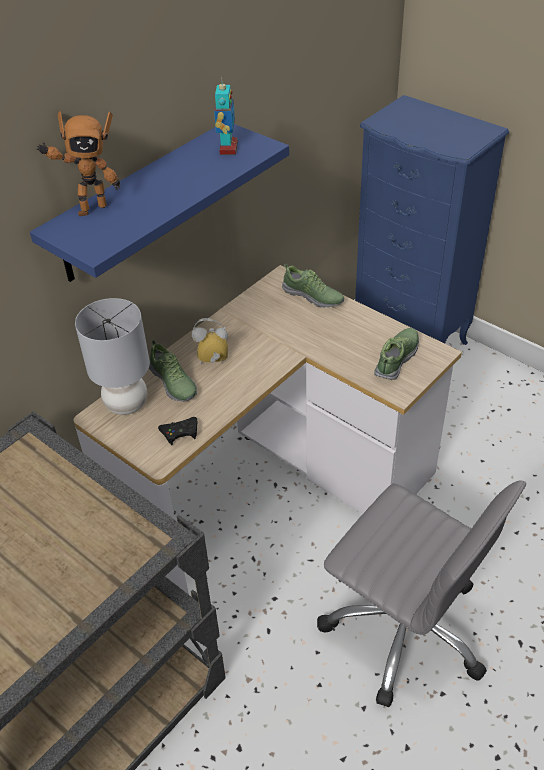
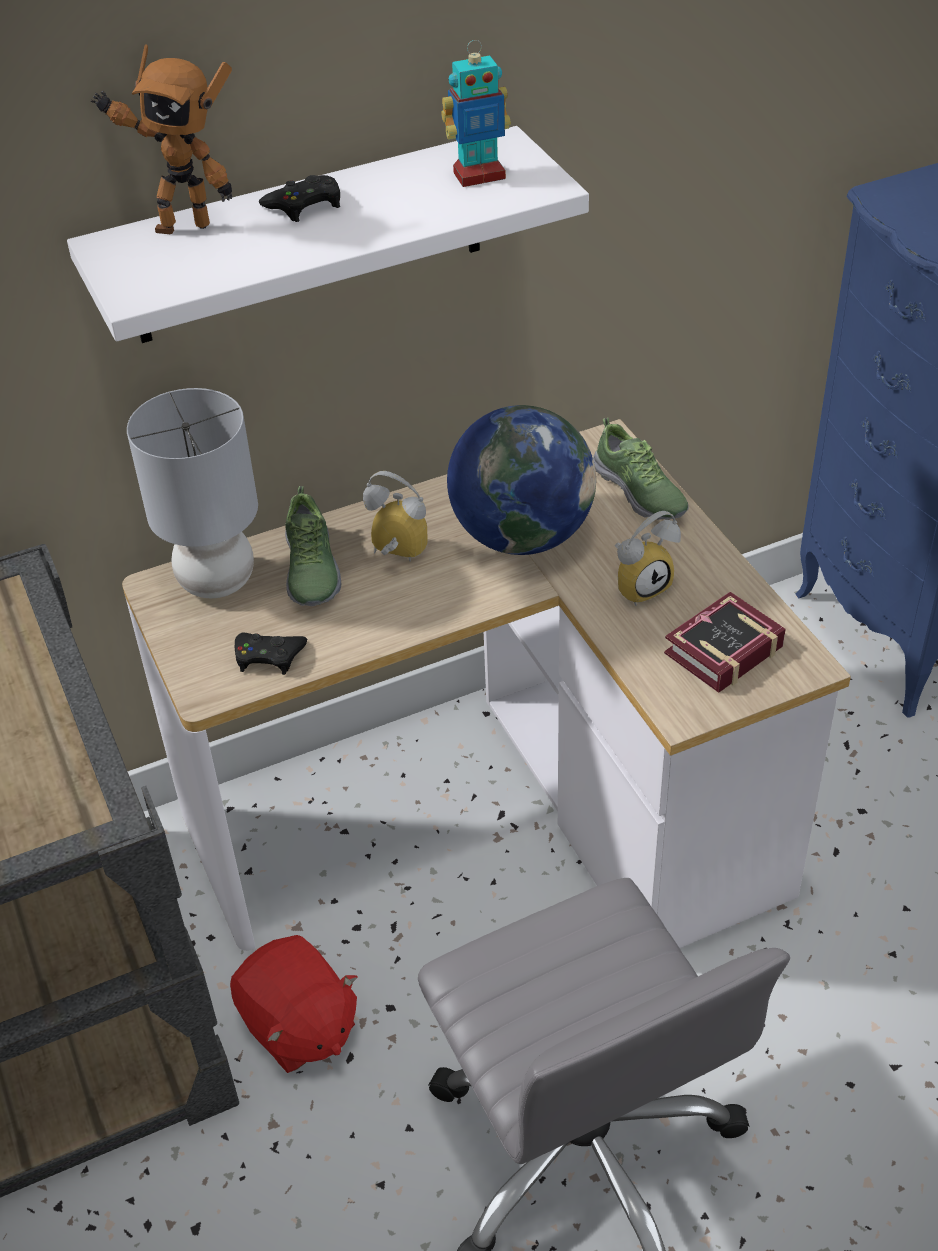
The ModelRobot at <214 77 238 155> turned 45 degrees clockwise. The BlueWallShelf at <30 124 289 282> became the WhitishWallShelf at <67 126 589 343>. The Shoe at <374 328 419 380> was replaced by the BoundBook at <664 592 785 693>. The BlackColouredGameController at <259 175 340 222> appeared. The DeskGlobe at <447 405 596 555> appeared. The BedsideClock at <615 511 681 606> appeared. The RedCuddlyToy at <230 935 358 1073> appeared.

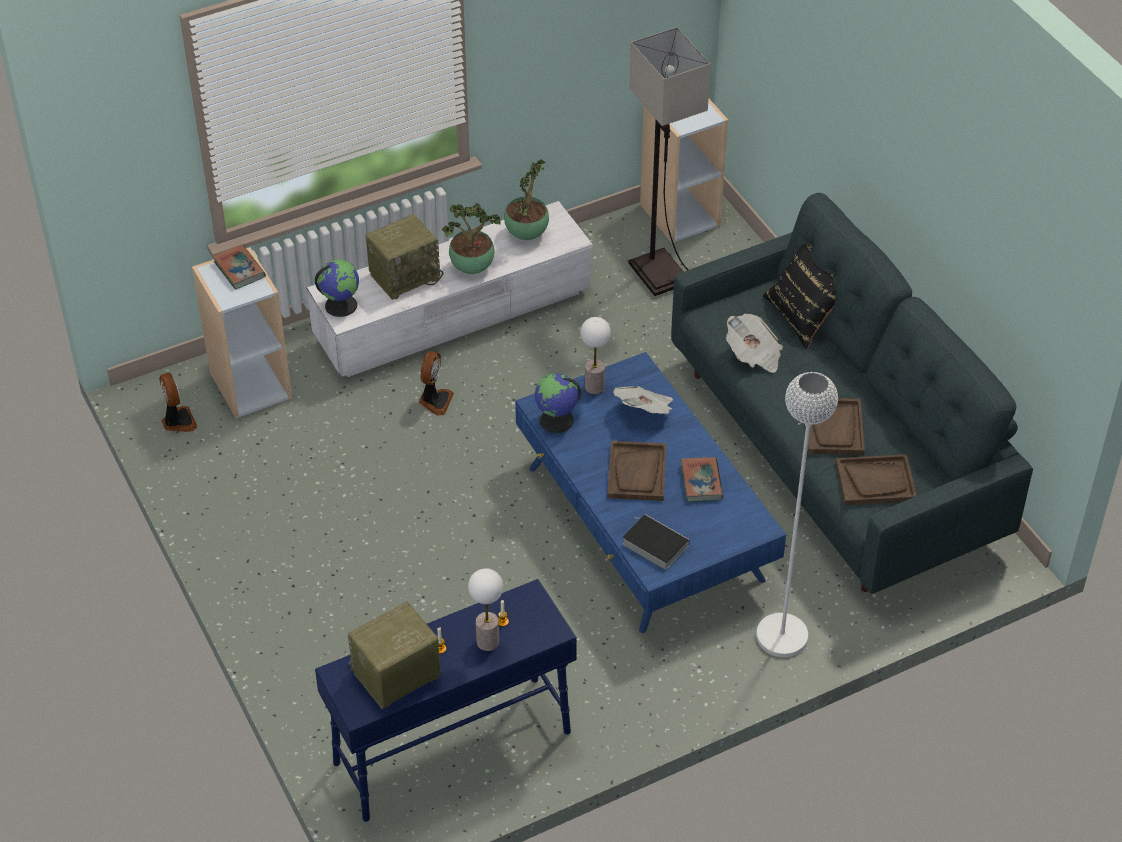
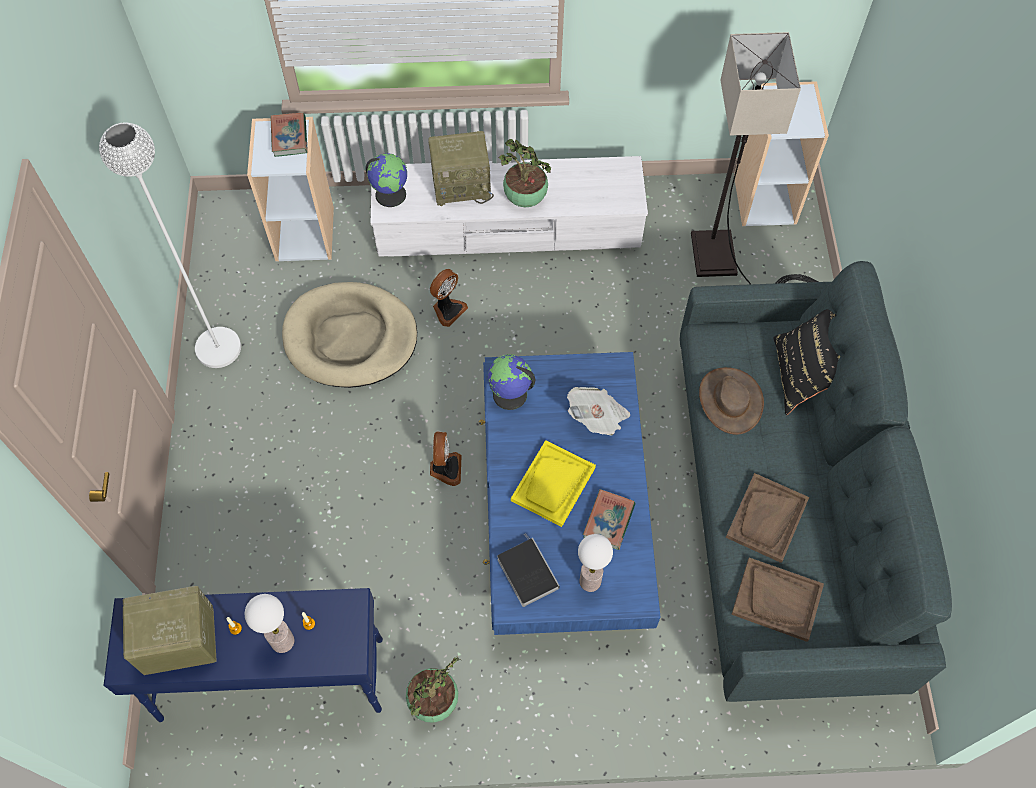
The PlantInAPot moved from <504 159 549 240> to <406 657 460 723>. The DailyPaper at <726 314 783 373> was replaced by the BrownishClothingHat at <699 367 764 435>. The LampForATable moved from <580 317 611 394> to <578 534 613 592>. The WhitishStandingLamp moved from <756 372 838 657> to <99 122 241 368>. The CoolingFan moved from <159 373 197 432> to <430 432 462 486>. The BrownishCarryingTray at <607 441 666 501> became the YellowColouredCarryingTray at <511 440 596 527>. The BeigeColouredPetBed at <282 282 417 388> appeared.

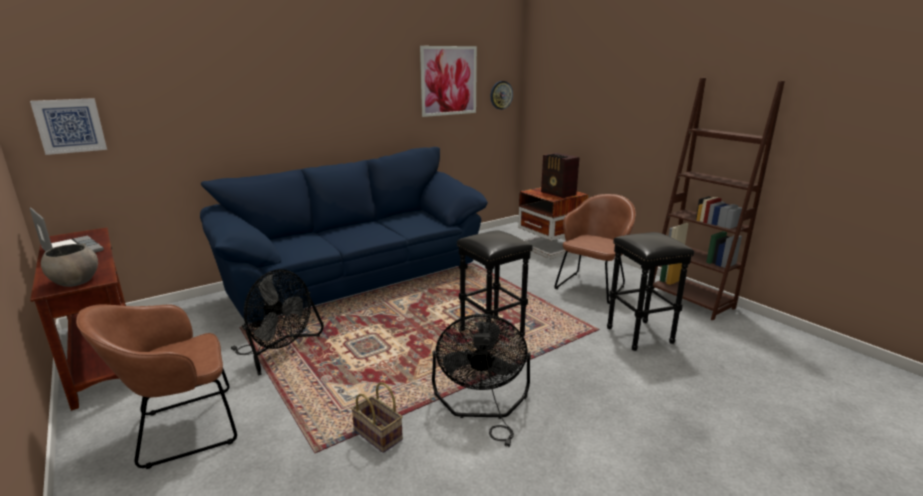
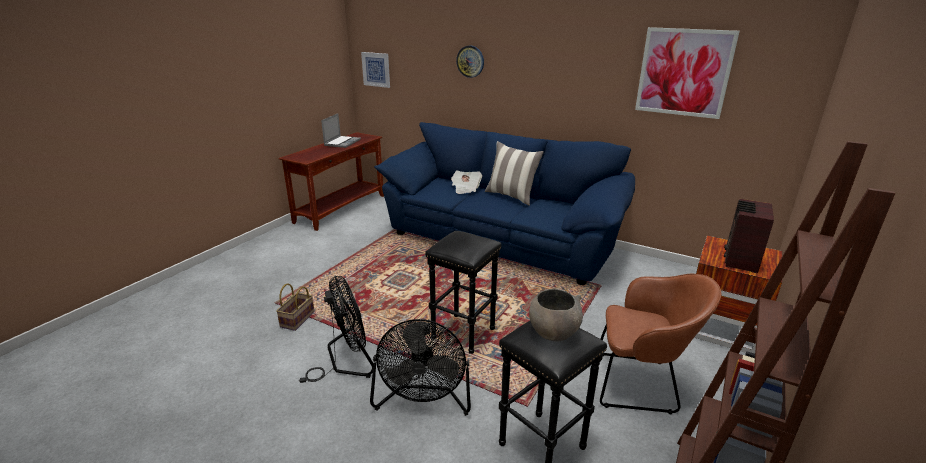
The HangingClock moved from <491 81 513 110> to <456 45 484 78>. The GrayServingBowl moved from <41 243 98 287> to <529 288 583 341>. The BlackColouredCoolingFan moved from <231 269 324 376> to <370 319 471 416>. The BrownishArmchair at <76 304 237 469> disappeared. The Pillow at <485 141 544 206> appeared. The DailyPaper at <451 170 482 194> appeared.

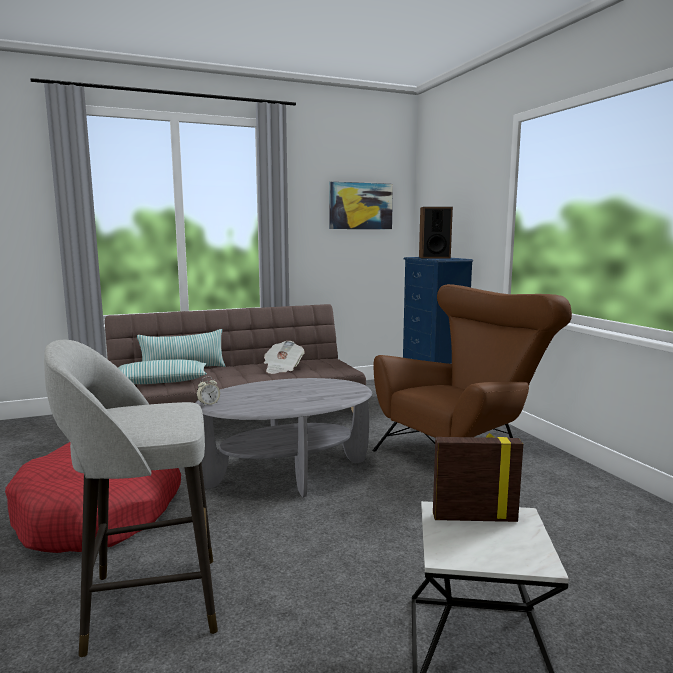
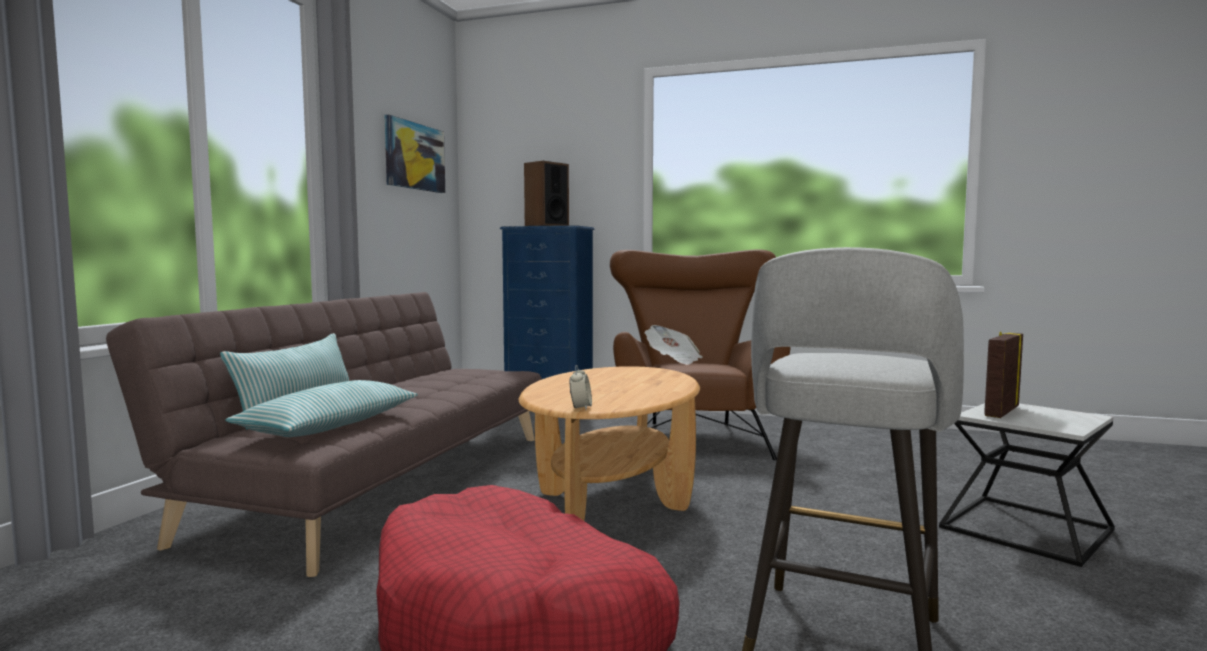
The DailyPaper moved from <264 341 305 374> to <645 325 702 365>. The GrayLowTable at <196 378 372 497> became the BrownishLowTable at <519 366 700 521>.

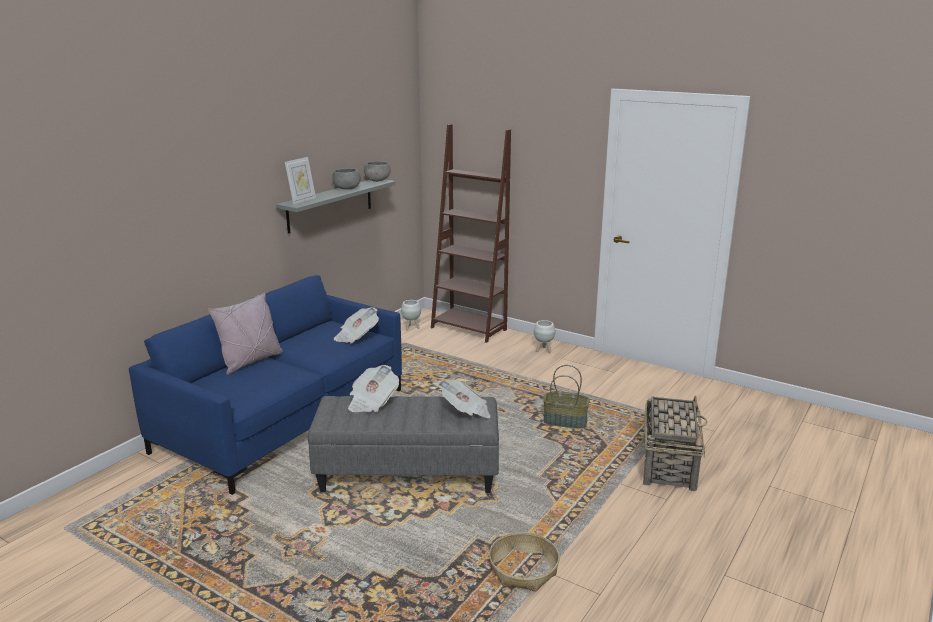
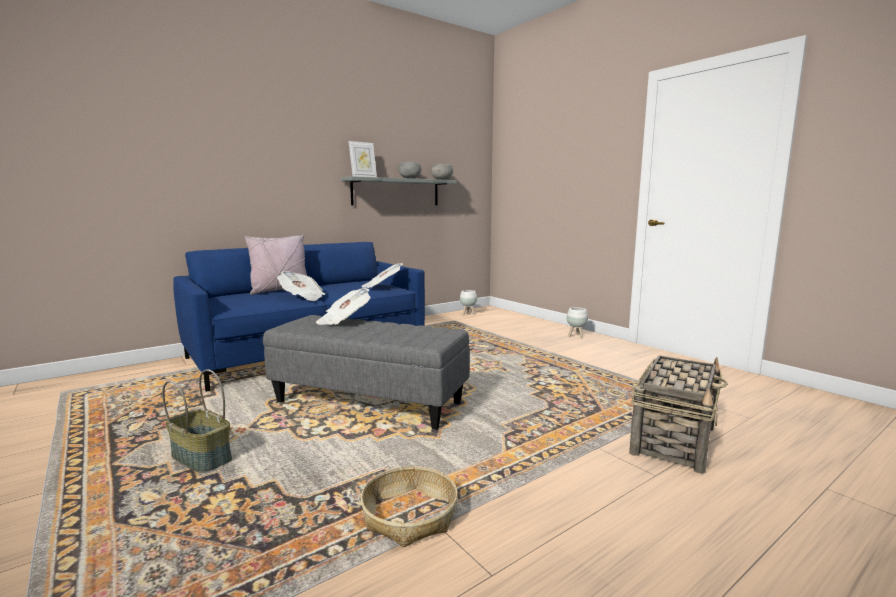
The BrownishBookshelf at <431 124 511 343> disappeared. The Basket moved from <543 365 590 429> to <162 369 232 473>. The DailyPaper moved from <438 379 491 418> to <277 271 325 301>.

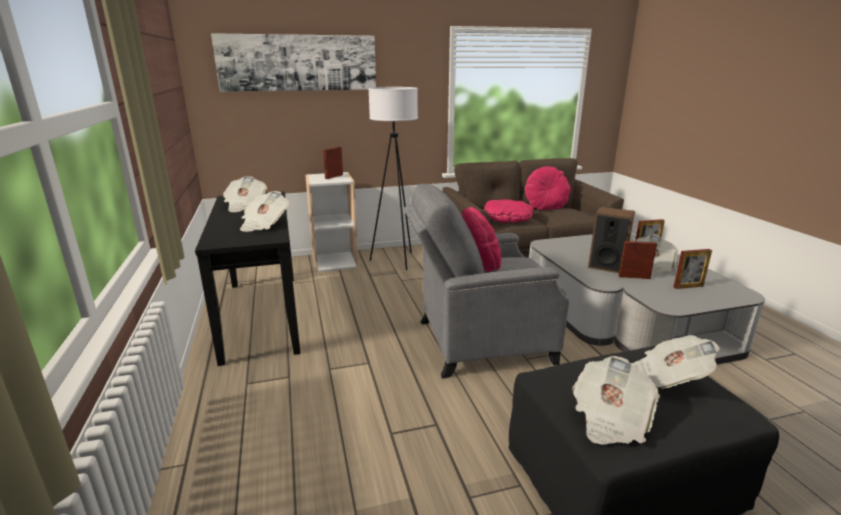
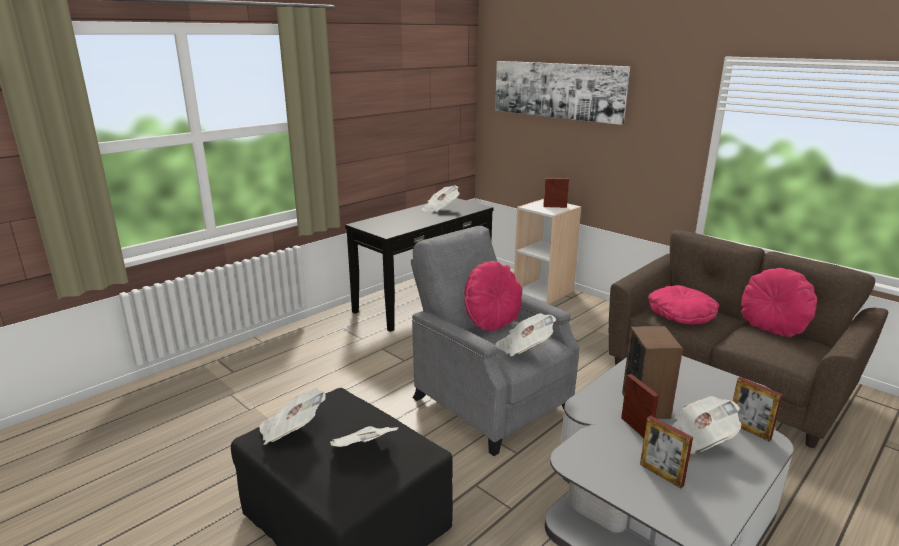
The WhitishStandingLamp at <368 87 418 270> disappeared. The DailyPaper moved from <240 191 289 232> to <495 313 556 356>.

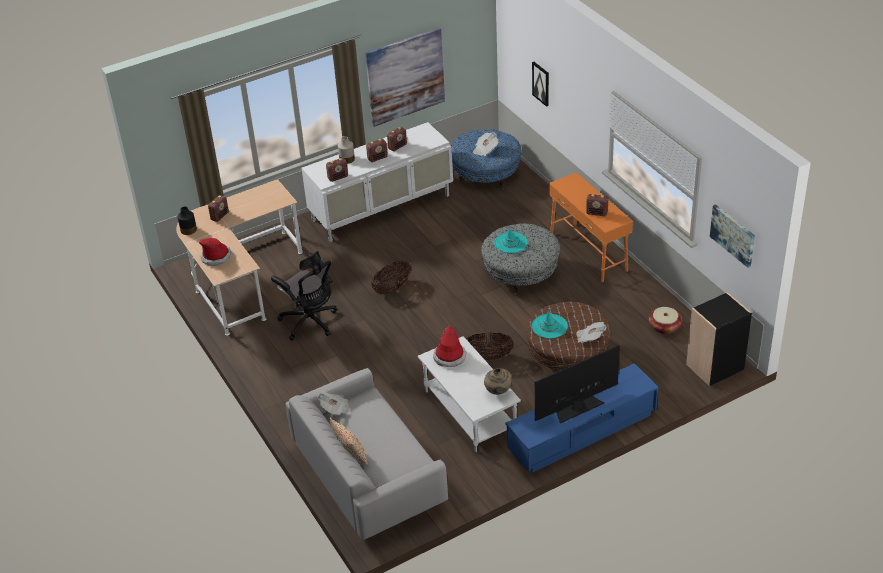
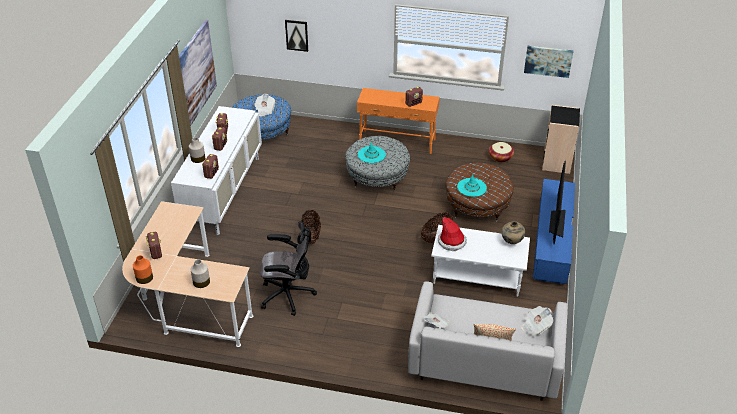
The BlackColouredDecorativeVase at <177 206 197 235> became the OrangeColouredDecorativeVase at <133 255 153 284>. The ClothingHat at <199 238 231 266> was replaced by the BeigeColouredDecorativeVase at <190 259 210 288>. The DailyPaper moved from <576 322 606 343> to <521 306 553 336>.

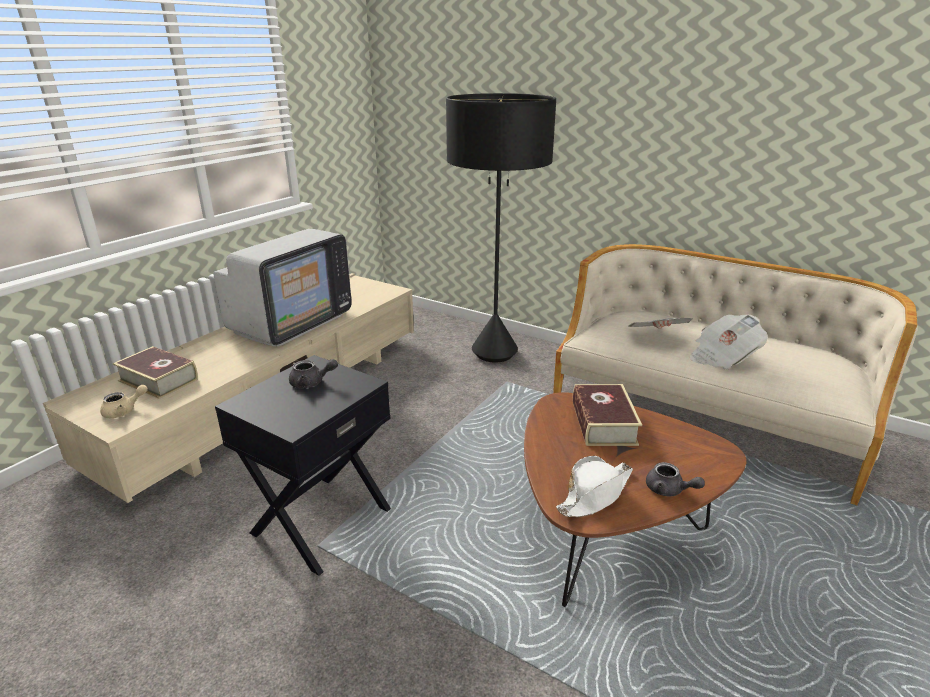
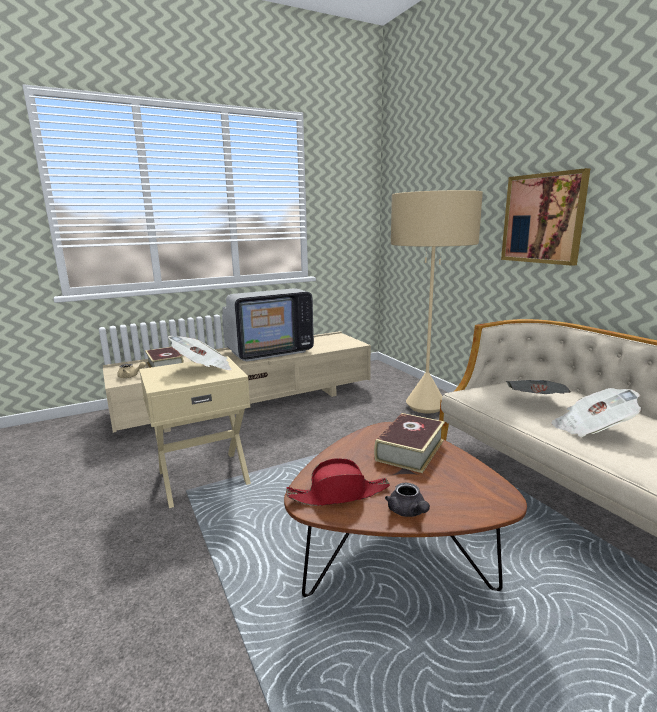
The BlackColouredStandingLamp at <446 93 556 362> became the BeigeColouredStandingLamp at <391 190 483 414>. The BlackColouredAccentTable at <215 355 391 576> became the BeigeColouredAccentTable at <139 356 251 508>. The GrayPotForTea at <289 359 338 388> was replaced by the DailyPaper at <168 336 231 370>. The WhitishClothingHat at <556 456 633 517> became the RedClothingHat at <286 458 390 506>. The WallArt at <501 168 590 266> appeared.

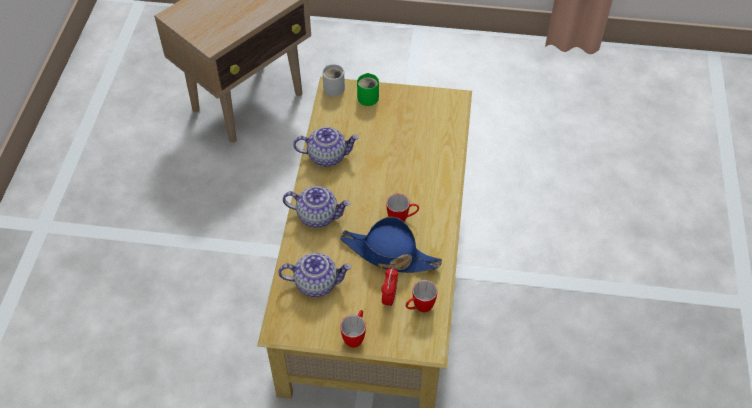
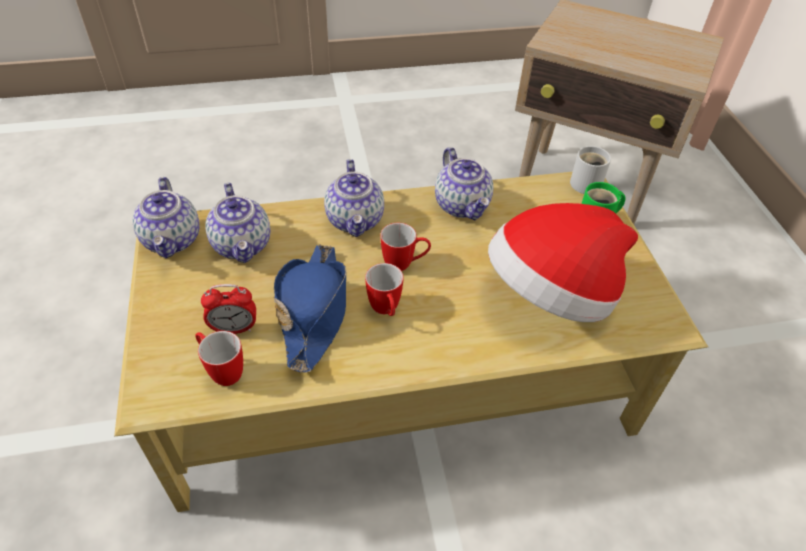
The Mug moved from <340 310 366 348> to <381 223 431 271>. The PotForTea at <133 177 200 258> appeared. The ClothingHat at <488 203 638 322> appeared.

